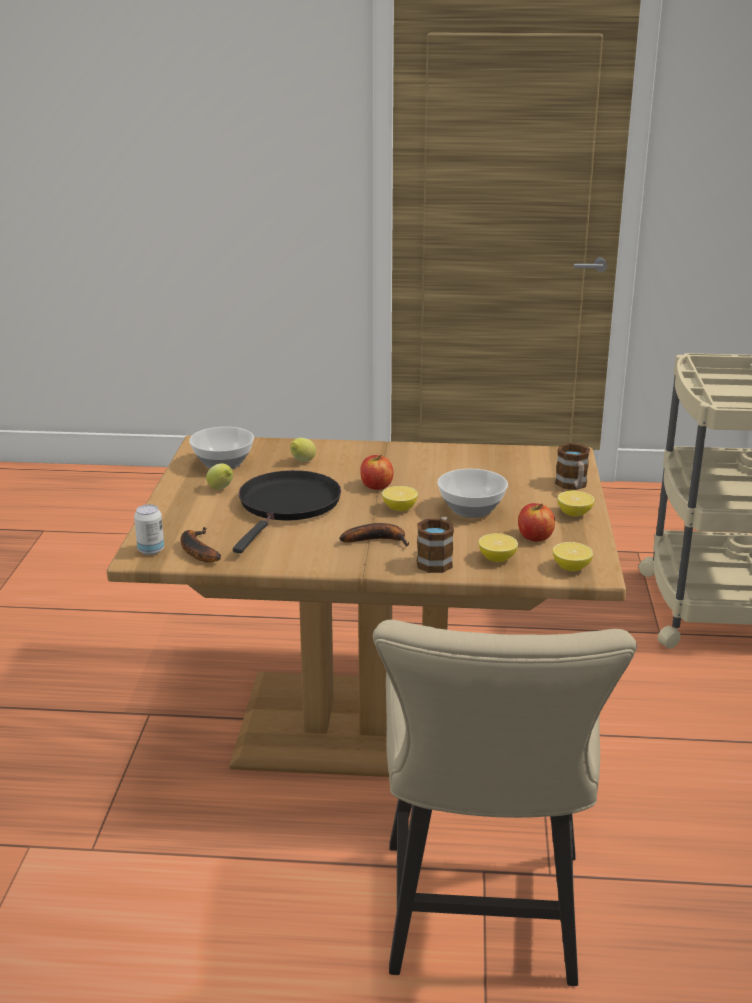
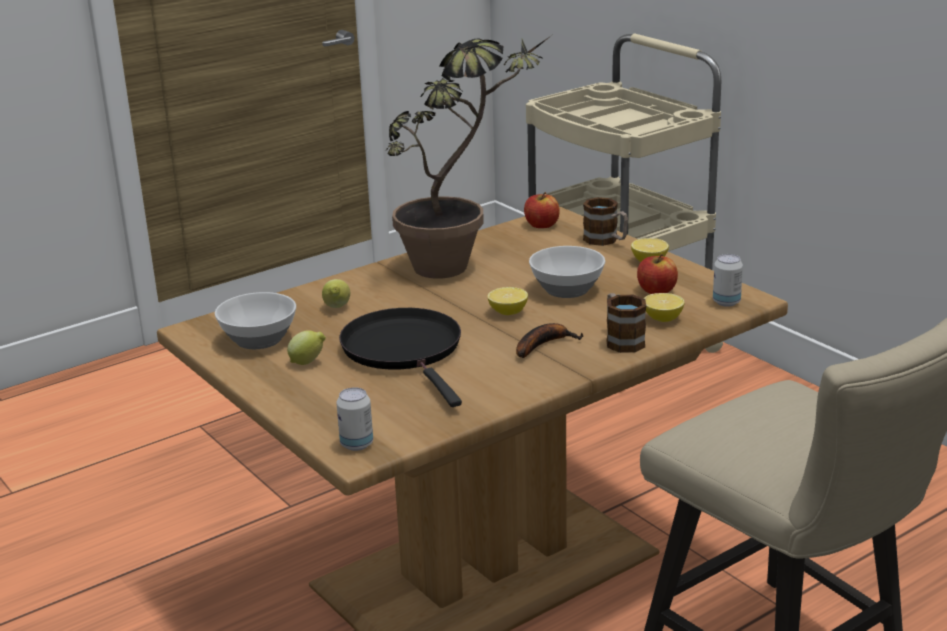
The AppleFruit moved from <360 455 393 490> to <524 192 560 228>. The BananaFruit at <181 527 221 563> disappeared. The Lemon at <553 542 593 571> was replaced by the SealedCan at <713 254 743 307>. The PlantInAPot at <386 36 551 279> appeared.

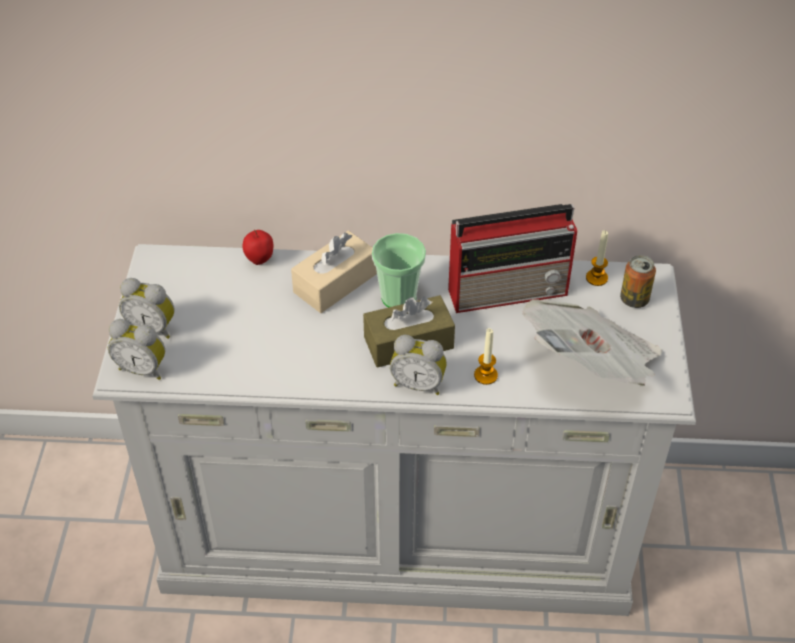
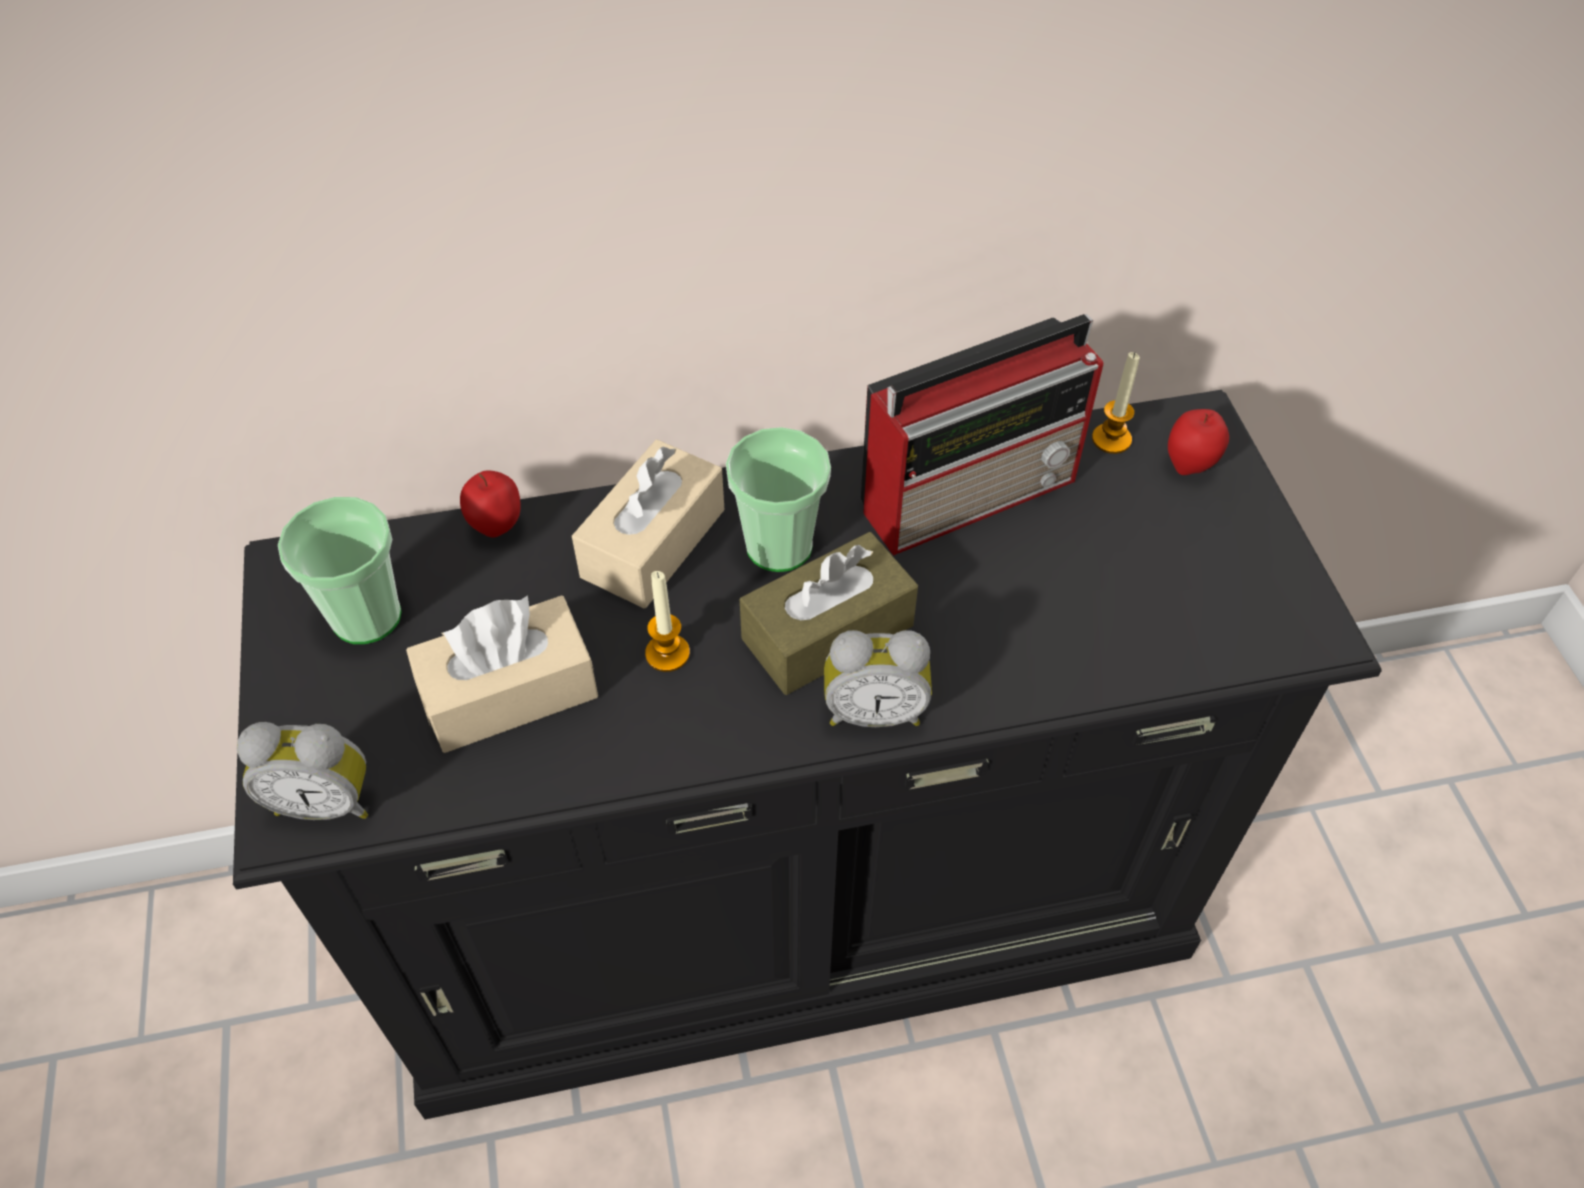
The WhitishDresser at <92 244 696 616> became the BlackColouredDresser at <233 390 1382 1120>. The SealedCan at <620 255 656 308> was replaced by the AppleFruit at <1168 409 1229 475>. The BedsideClock at <119 278 175 339> disappeared. The DailyPaper at <523 299 662 386> disappeared. The WaxLight moved from <474 328 498 385> to <645 571 690 672>. The SmallCup at <278 497 401 644> appeared. The BeigeColouredTissueHolder at <406 595 598 753> appeared.

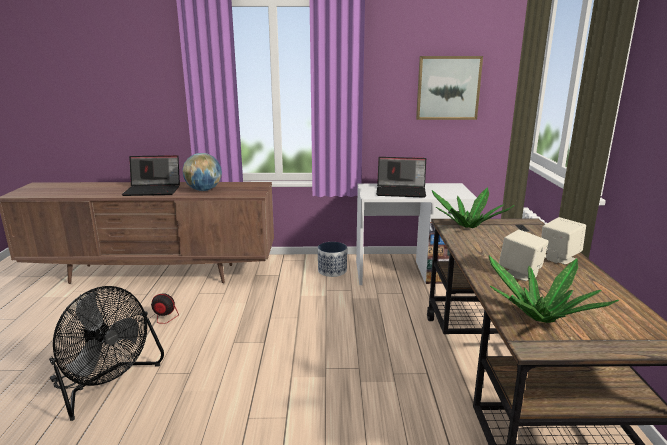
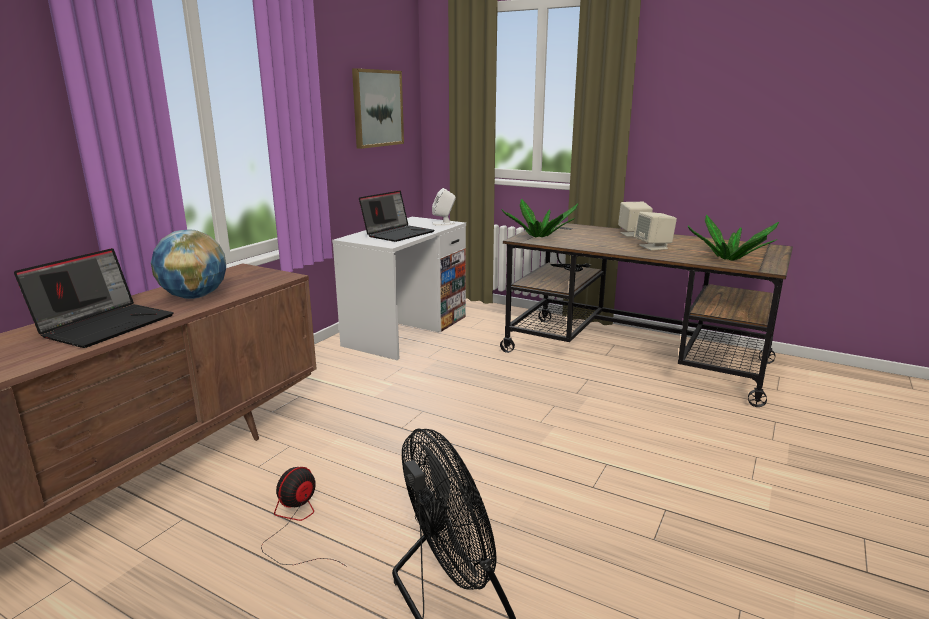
The PlantPot at <318 242 347 277> disappeared. The WhitishAudioSpeaker at <432 188 456 226> appeared.

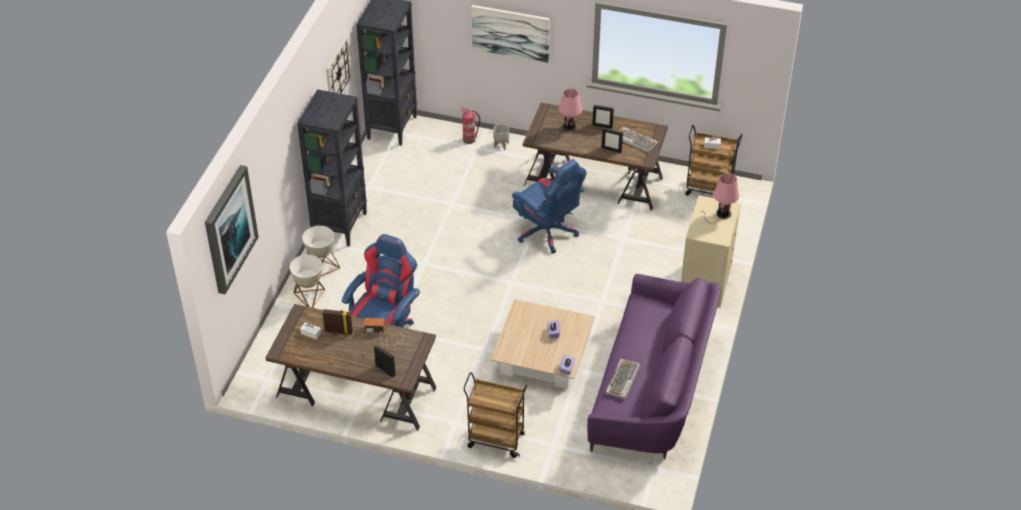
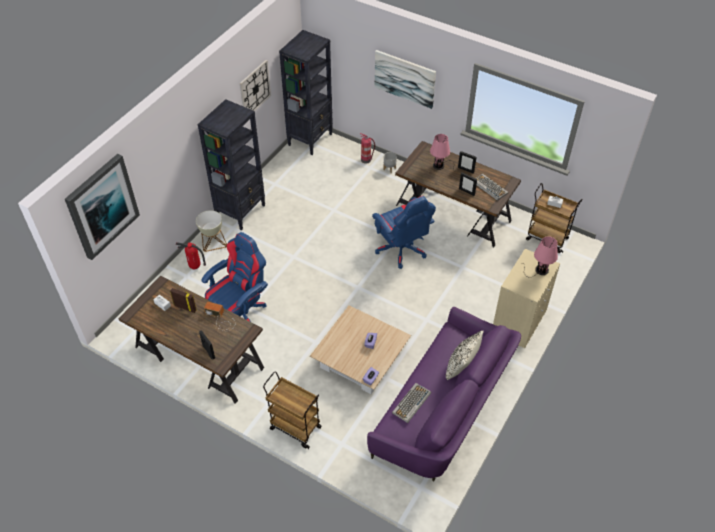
The PlantPot at <290 255 325 308> was replaced by the FireFightingCylinder at <176 242 206 269>. The BeigeColouredPillow at <446 331 484 380> appeared.

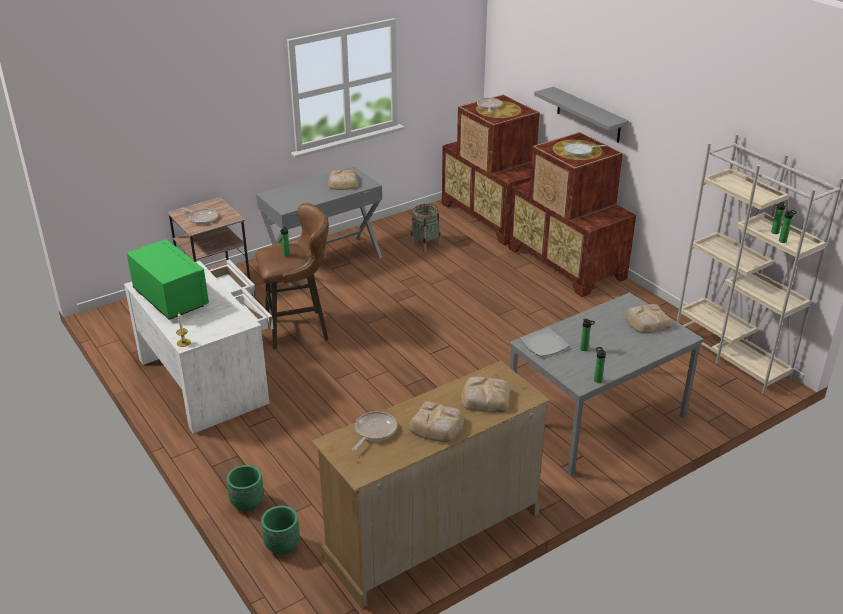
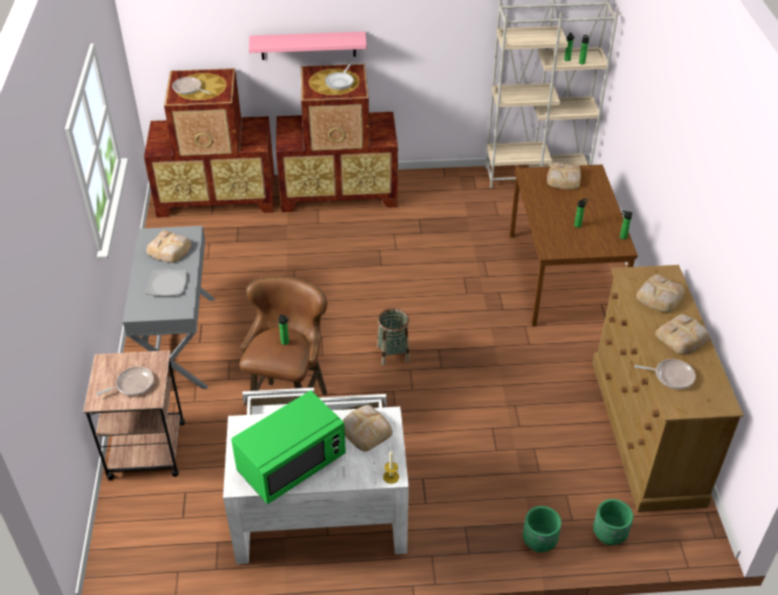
The GrayWallShelf at <534 87 629 143> became the PinkishWallShelf at <249 32 367 60>. The Basket moved from <410 204 441 252> to <377 308 410 366>. The GreenishMicrowave at <127 239 209 320> turned 150 degrees clockwise. The GrayKitchenTable at <509 292 704 476> became the BrownishKitchenTable at <510 165 638 327>. The FlatDish moved from <520 328 570 356> to <146 270 187 296>. The FryingPan at <352 411 397 451> turned 135 degrees clockwise. The BakeryBread at <343 405 393 452> appeared.

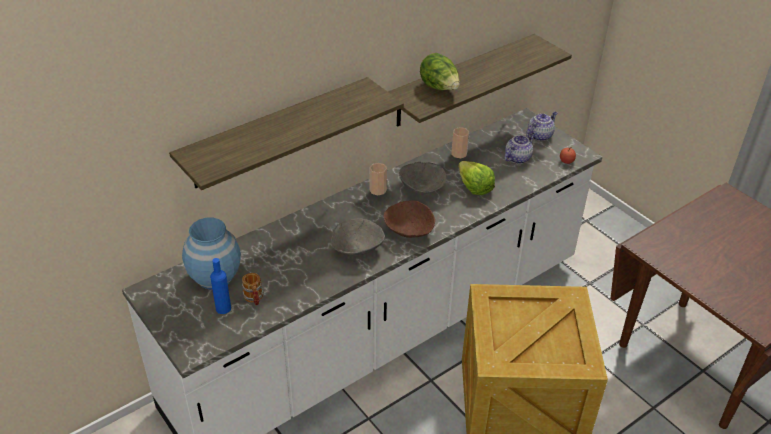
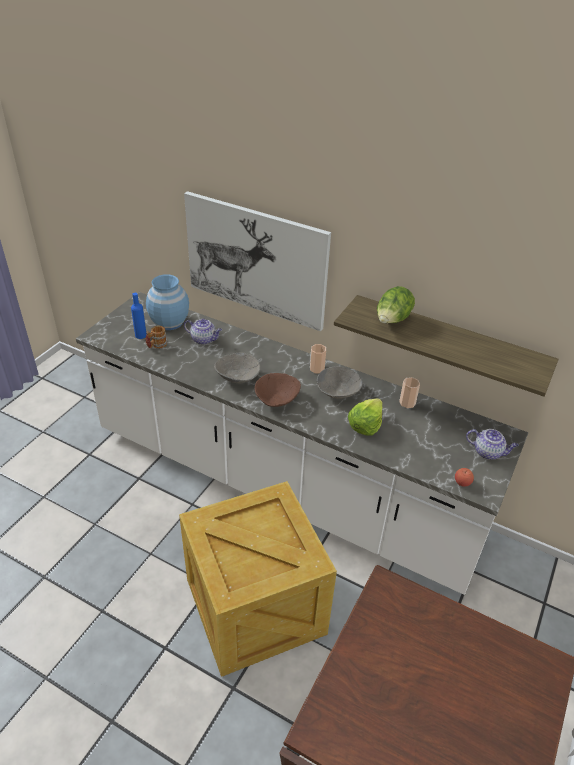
The WallShelf at <169 77 404 190> was replaced by the WallArt at <184 191 331 331>. The PotForTea moved from <504 133 535 164> to <184 319 222 345>.

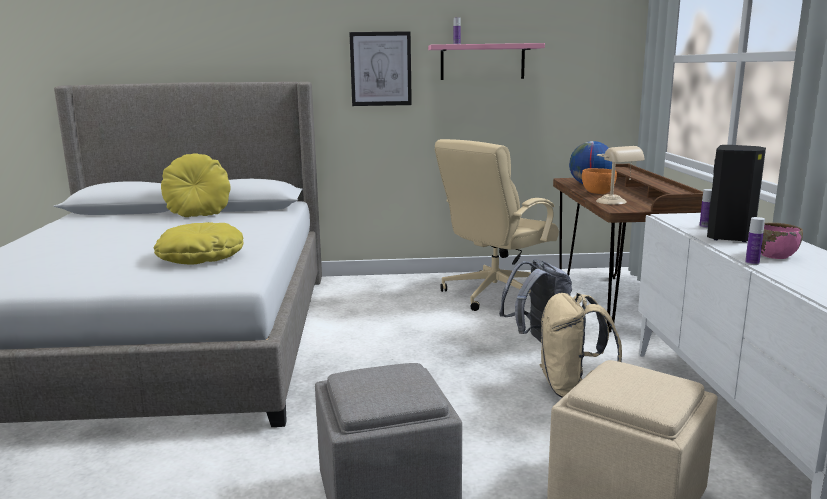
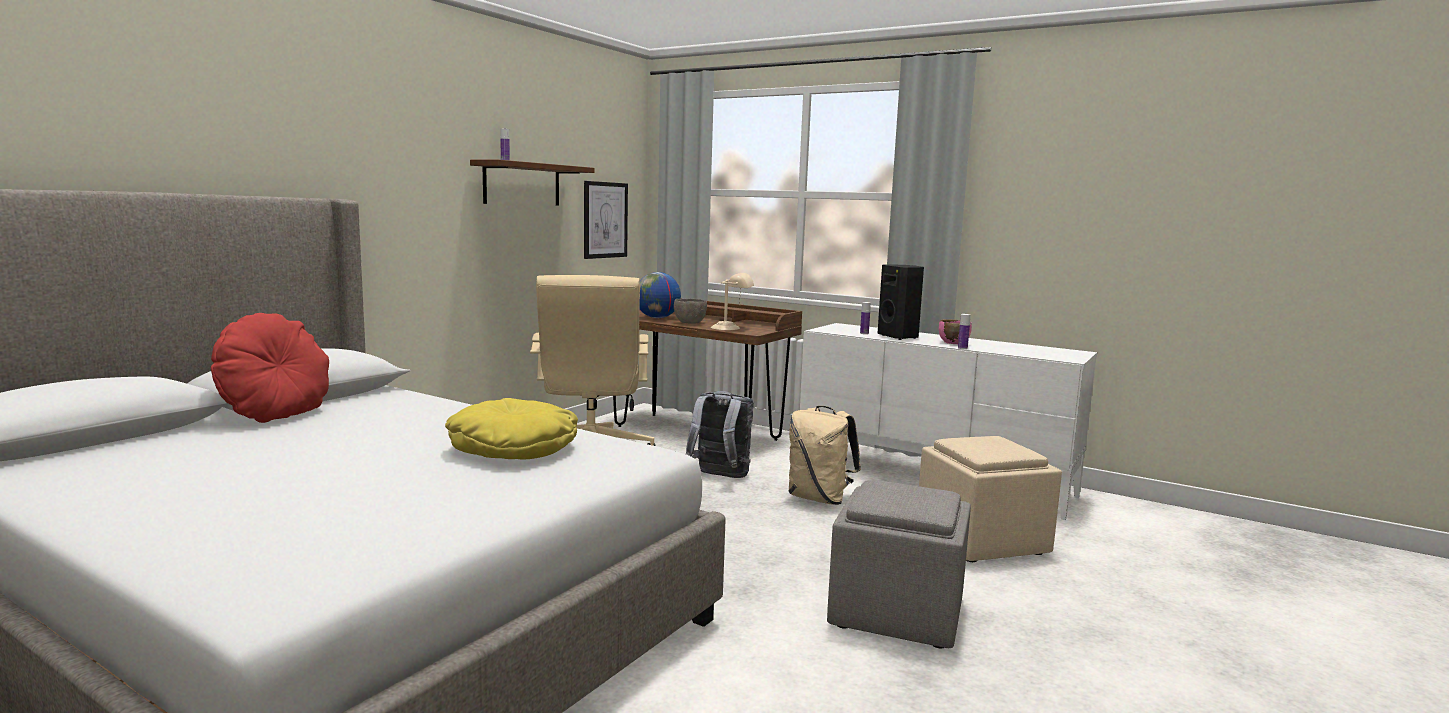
The WallArt moved from <349 31 412 106> to <584 181 628 259>. The PinkishWallShelf at <428 43 545 80> became the BrownishWallShelf at <470 160 595 206>. The YellowColouredPillow at <161 153 231 217> became the RedPillow at <211 313 329 423>. The OrangeColouredServingBowl at <582 168 617 194> became the GrayServingBowl at <674 298 707 324>.

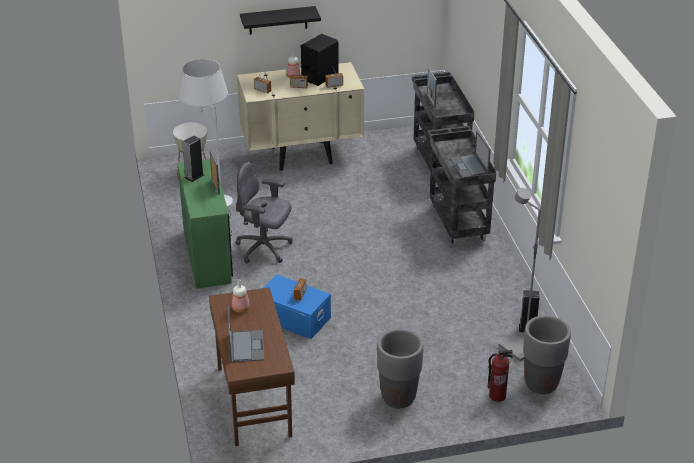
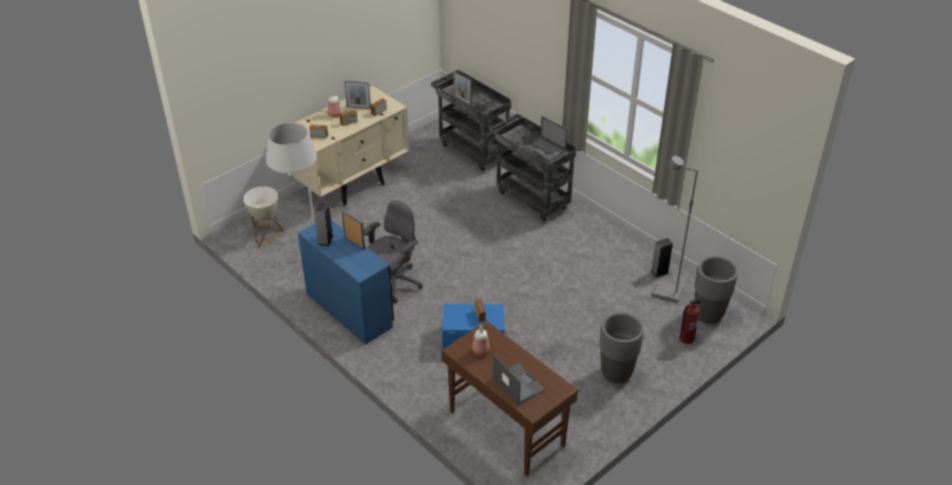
The BlackColouredWallShelf at <240 6 321 35> disappeared. The BlackColouredAudioSpeaker at <301 34 339 86> was replaced by the StandingFrame at <344 80 371 109>. The GreenishDeskUnit at <177 159 233 289> became the BlueDeskUnit at <298 220 394 344>. The GrayOfficeChair at <236 162 293 264> turned 135 degrees clockwise.

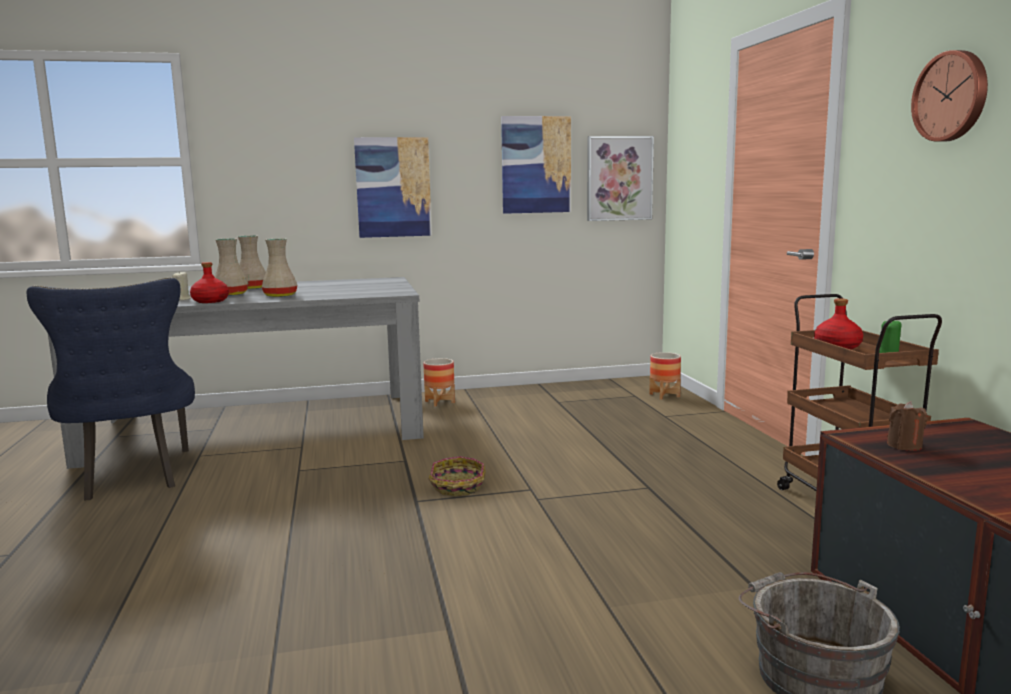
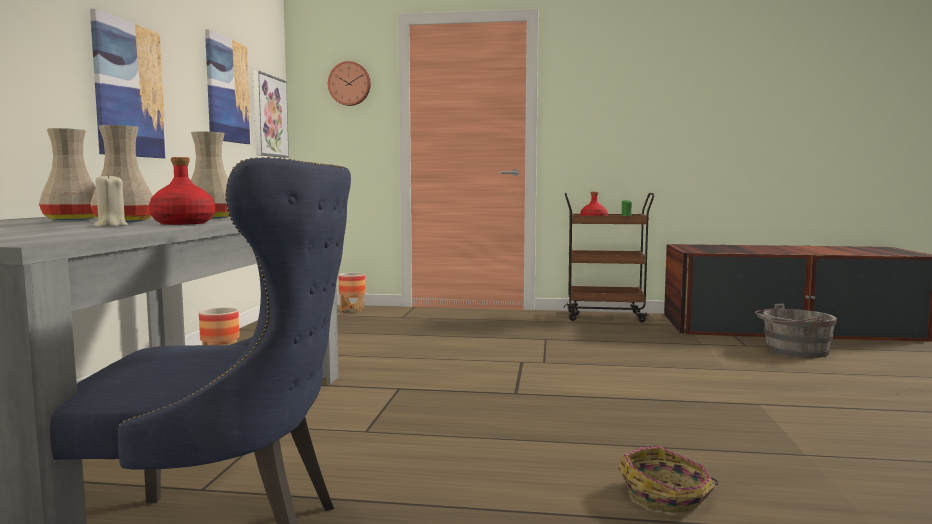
The HangingClock moved from <911 50 988 142> to <328 61 371 106>. The BrownishWaxLight at <887 401 928 451> disappeared. The Basket moved from <429 456 486 496> to <618 446 719 513>.

